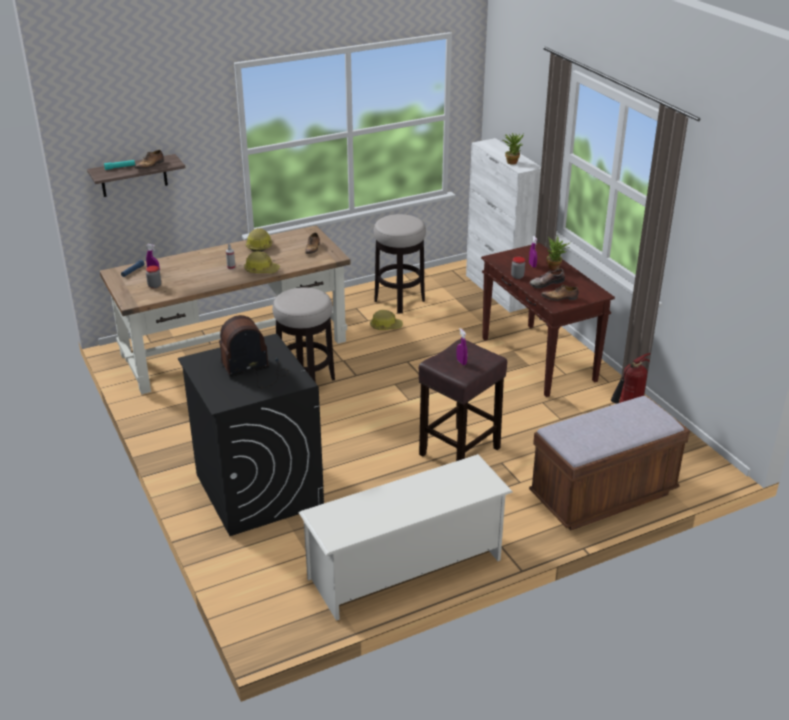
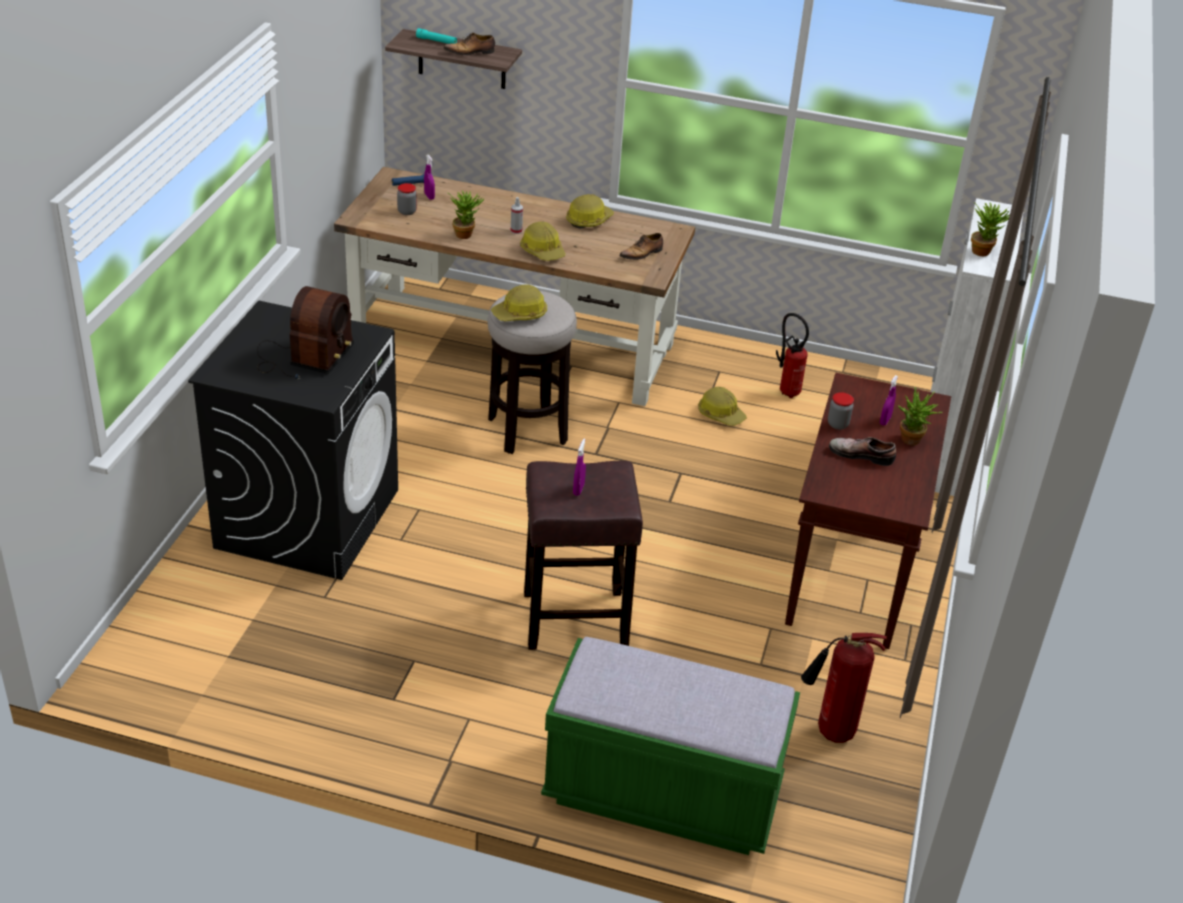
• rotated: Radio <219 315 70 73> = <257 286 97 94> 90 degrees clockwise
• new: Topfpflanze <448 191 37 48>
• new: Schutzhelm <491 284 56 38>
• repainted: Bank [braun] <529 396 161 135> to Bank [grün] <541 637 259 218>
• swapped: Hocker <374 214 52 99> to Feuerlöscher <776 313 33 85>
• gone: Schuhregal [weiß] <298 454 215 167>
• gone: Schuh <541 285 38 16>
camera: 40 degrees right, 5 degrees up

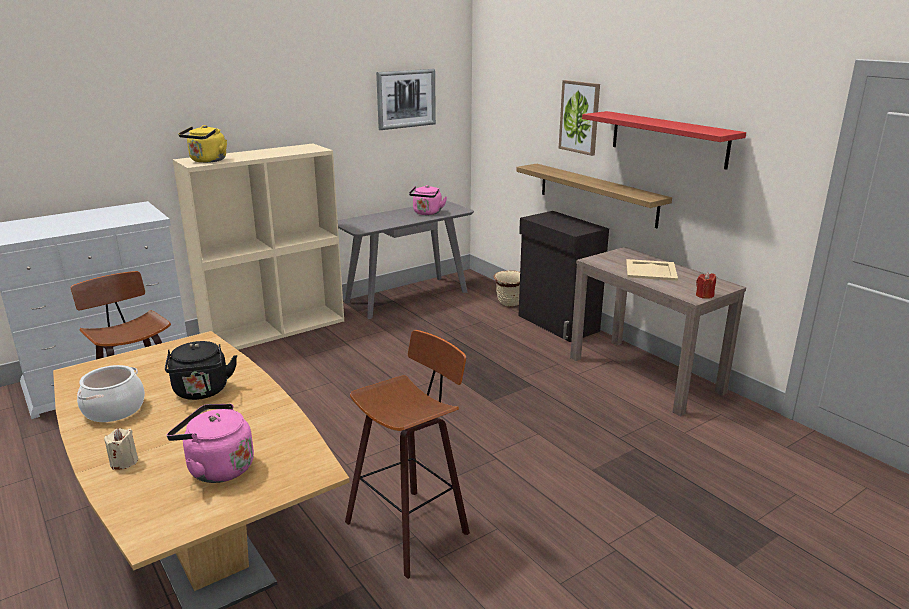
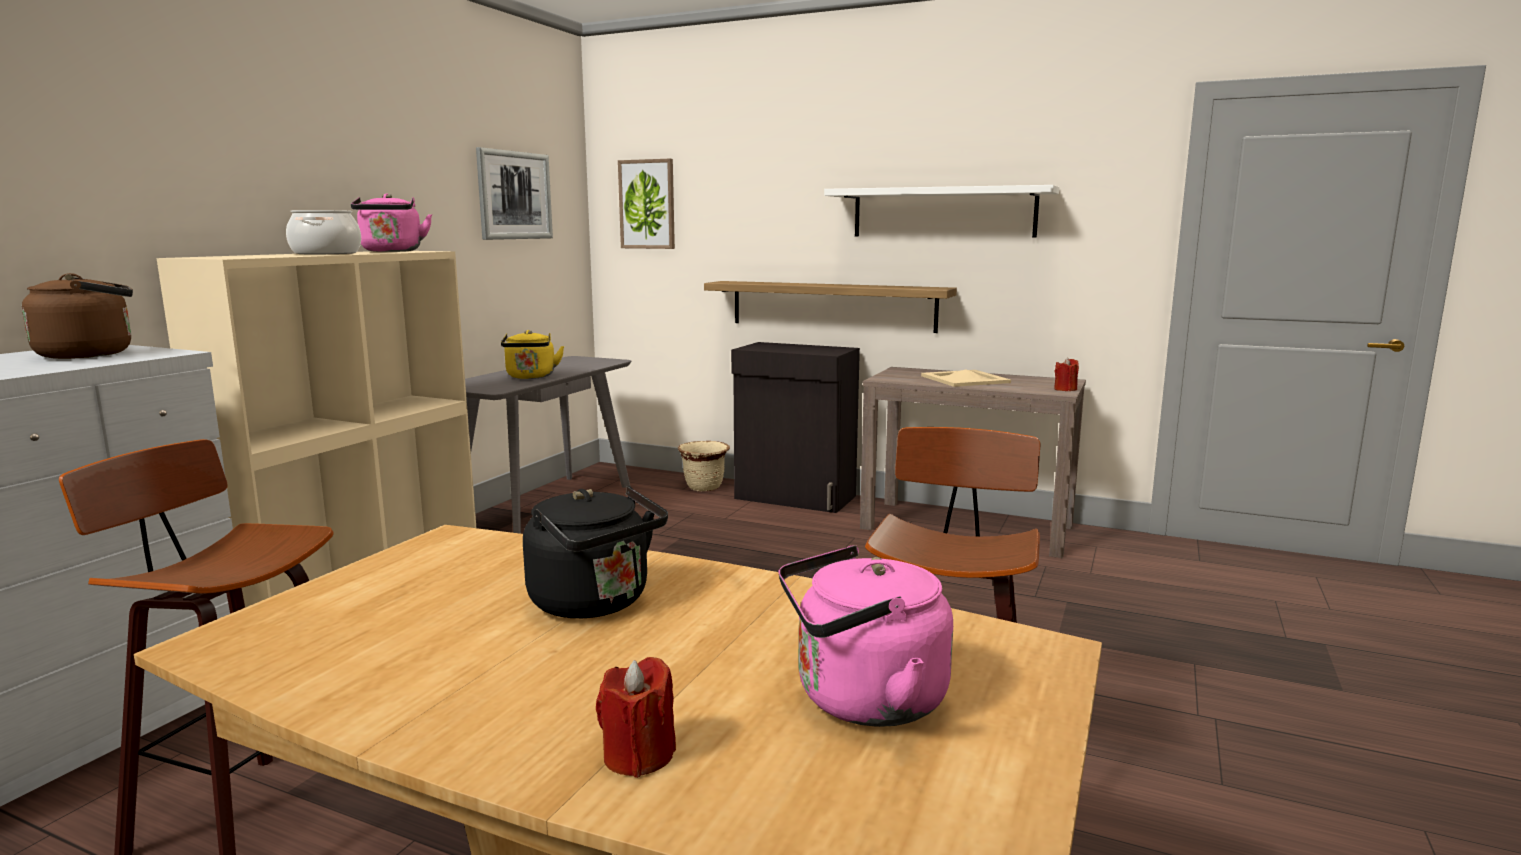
• new: Wasserkessel [braun] <22 273 111 86>
• shifted: Kochtopf <77 365 68 57> to <286 210 75 44>
• shifted: Wasserkessel [rosa] <409 185 38 30> to <351 193 81 59>
• shifted: Wasserkessel [gelb] <178 125 49 38> to <501 330 63 49>
• repainted: Kerze [beige] <104 428 34 42> to Kerze [rot] <596 657 80 121>
• shifted: Bild <559 80 41 76> to <618 159 57 90>
• repainted: Wandregal [rot] <582 111 164 59> to Wandregal [weiß] <824 185 235 53>
camera: 30 degrees left, 10 degrees down

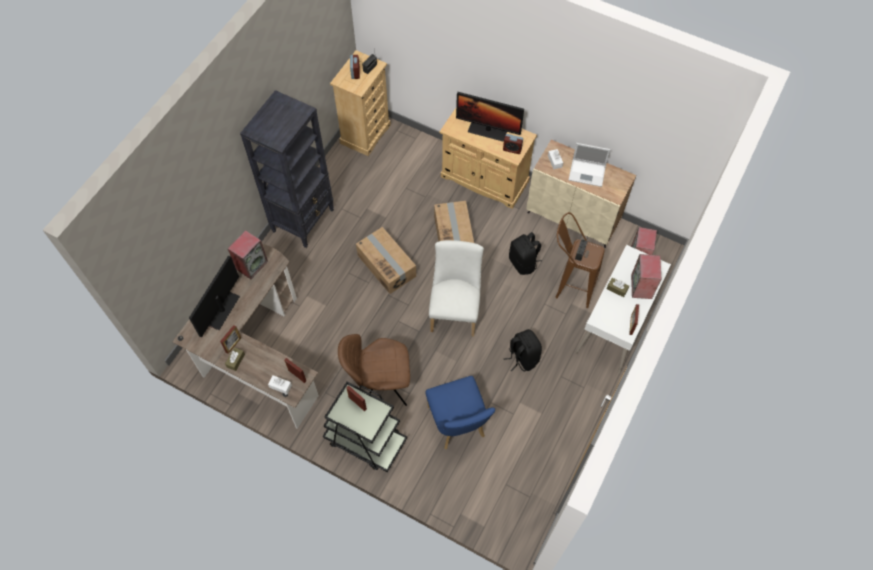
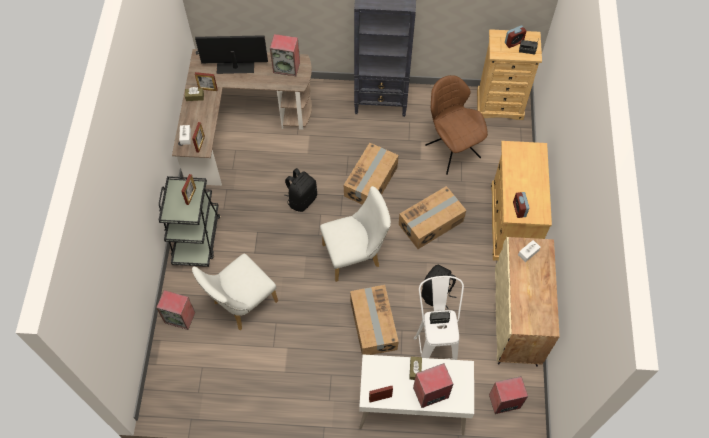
• new: Lautsprecher <156 290 39 40>
• repainted: Stuhl [blau] <425 376 70 73> to Stuhl [weiß] <192 253 86 78>
• shifted: Rucksack [schwarz] <504 329 38 43> to <284 168 33 44>
• new: Karton <350 285 49 70>
• repainted: Hocker [braun] <555 212 50 96> to Hocker [weiß] <414 276 50 84>
• shifted: Stuhl [braun] <338 334 72 72> to <425 75 63 100>
• gone: Monitor <456 92 68 50>
• gone: Laptop <569 143 41 44>
camera: 65 degrees right, 0 degrees up

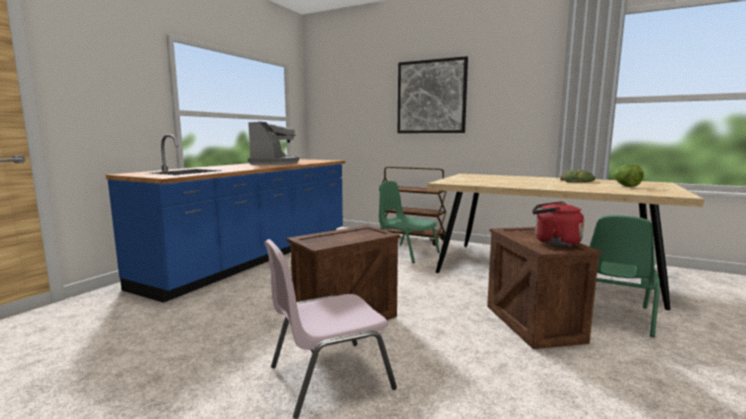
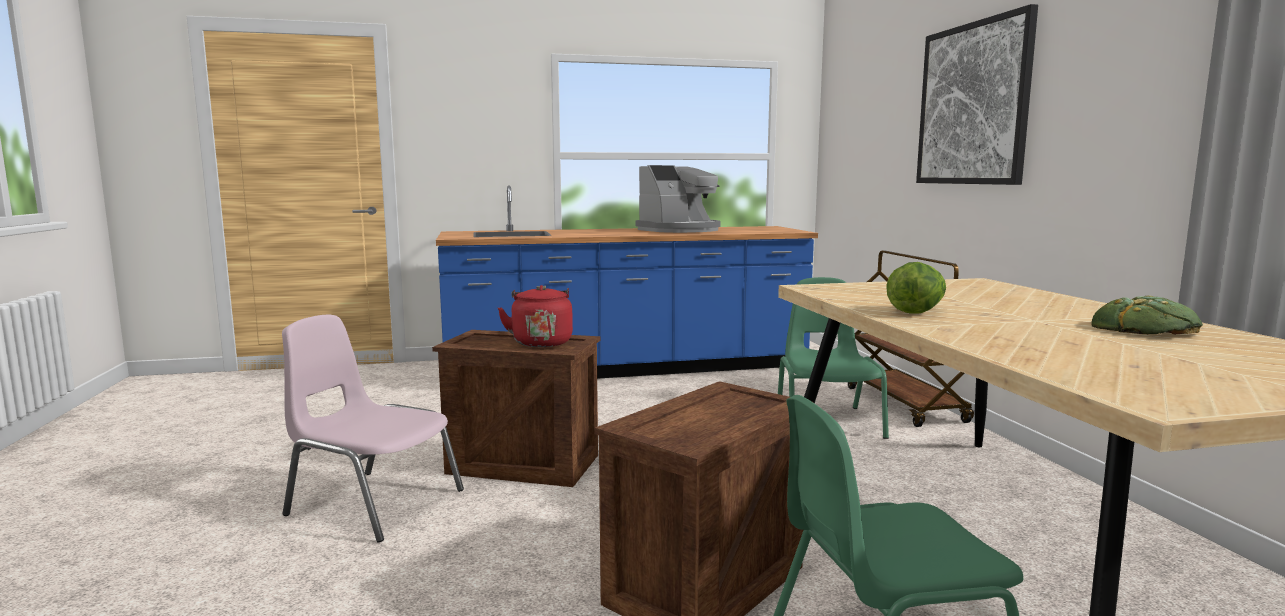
• shifted: Wasserkessel [rot] <532 201 52 46> to <498 285 75 62>
• shifted: Salatkopf <612 164 32 23> to <886 262 60 51>
camera: 50 degrees right, 0 degrees up

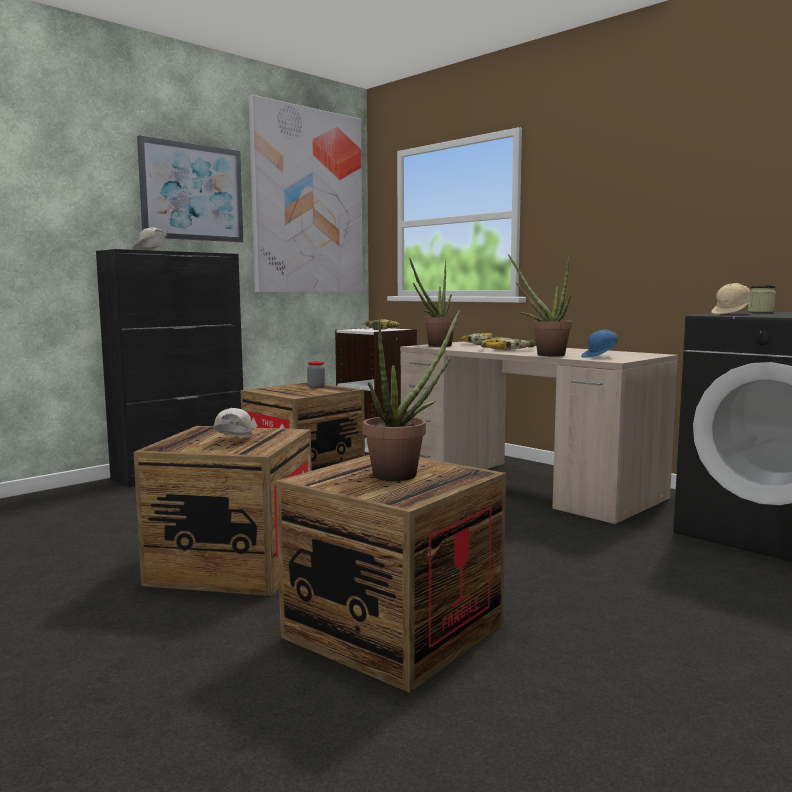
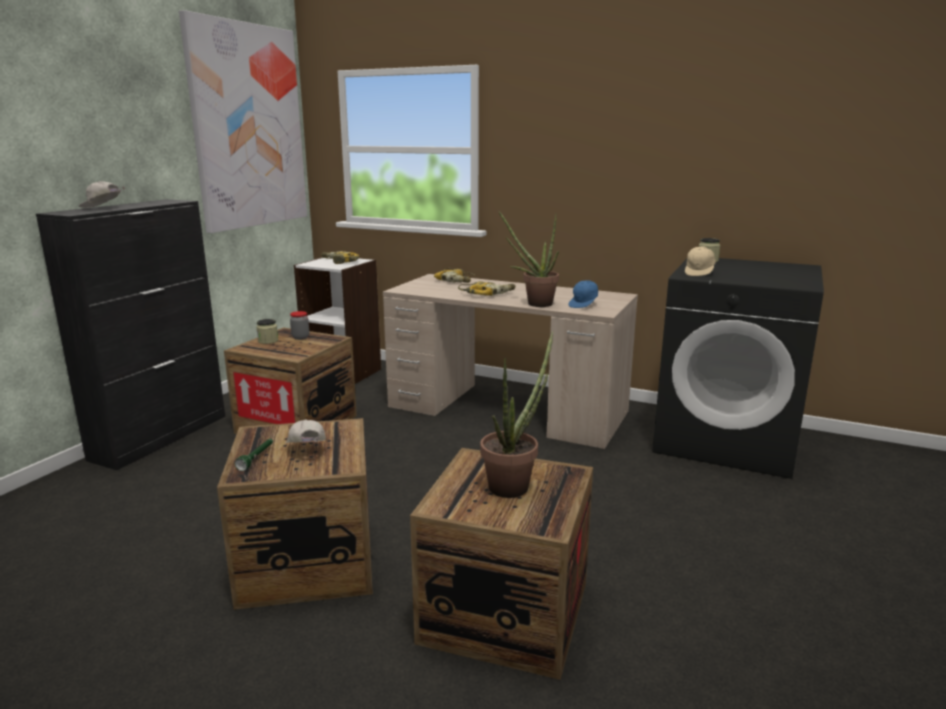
• new: Taschenlampe [grün] <235 439 38 32>
• new: Vorratsglas <256 319 22 25>
• gone: Bild <137 135 106 107>
• gone: Topfpflanze <409 257 46 90>
camera: 20 degrees left, 10 degrees up

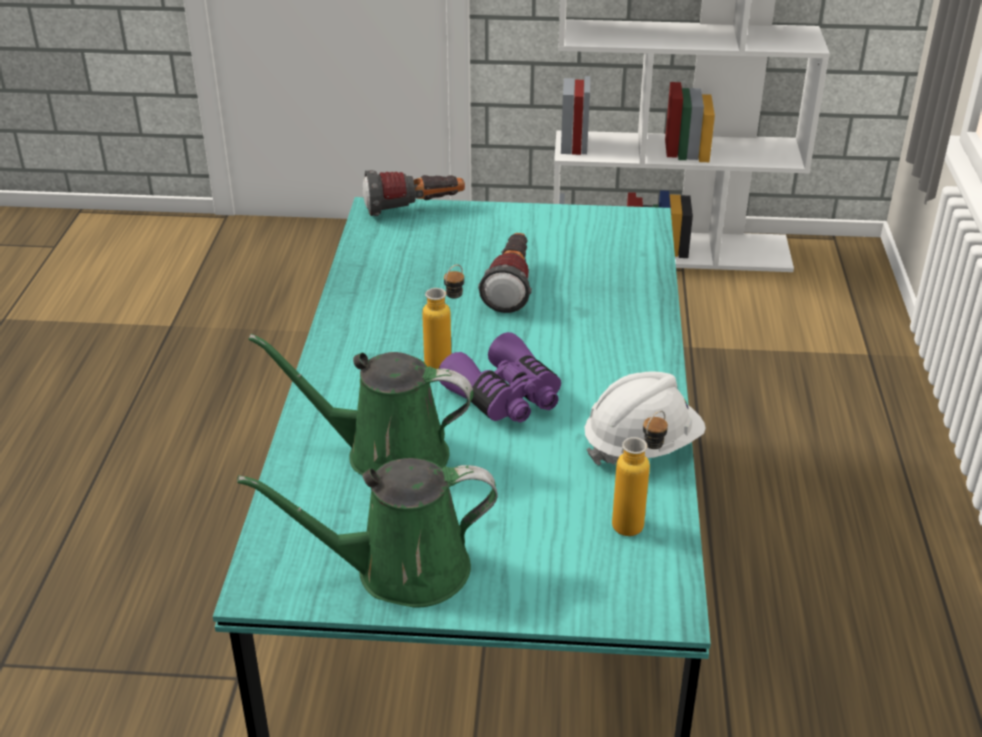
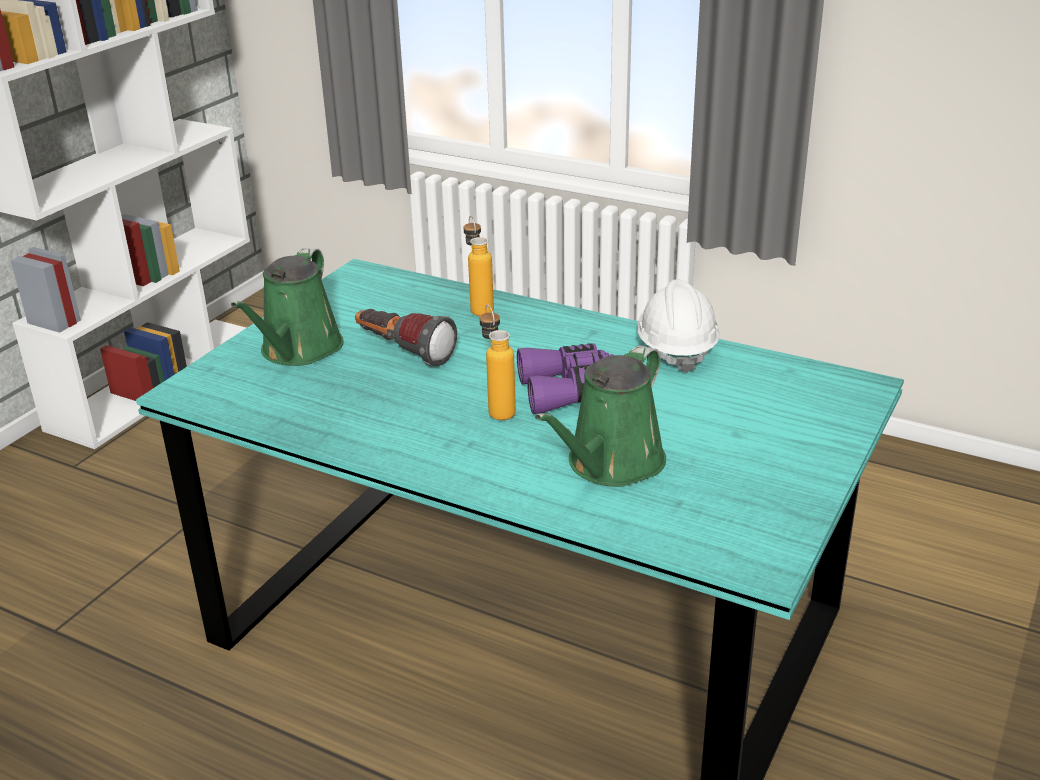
• shifted: Gießkanne [grün] <237 458 260 150> to <231 248 113 118>
• shifted: Flasche <612 411 56 125> to <463 215 31 101>
• gone: Taschenlampe <363 170 102 46>
camera: 65 degrees left, 5 degrees down

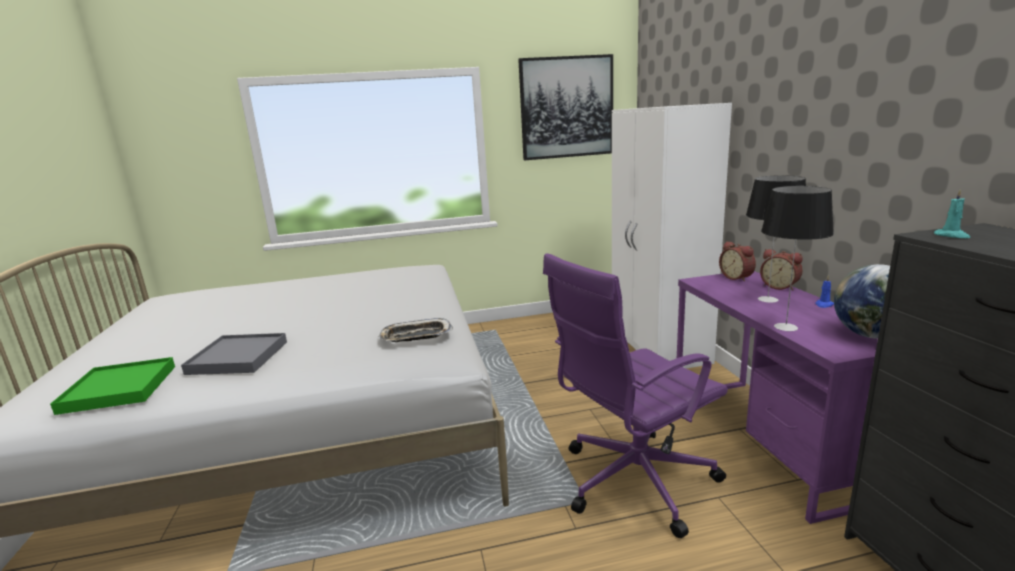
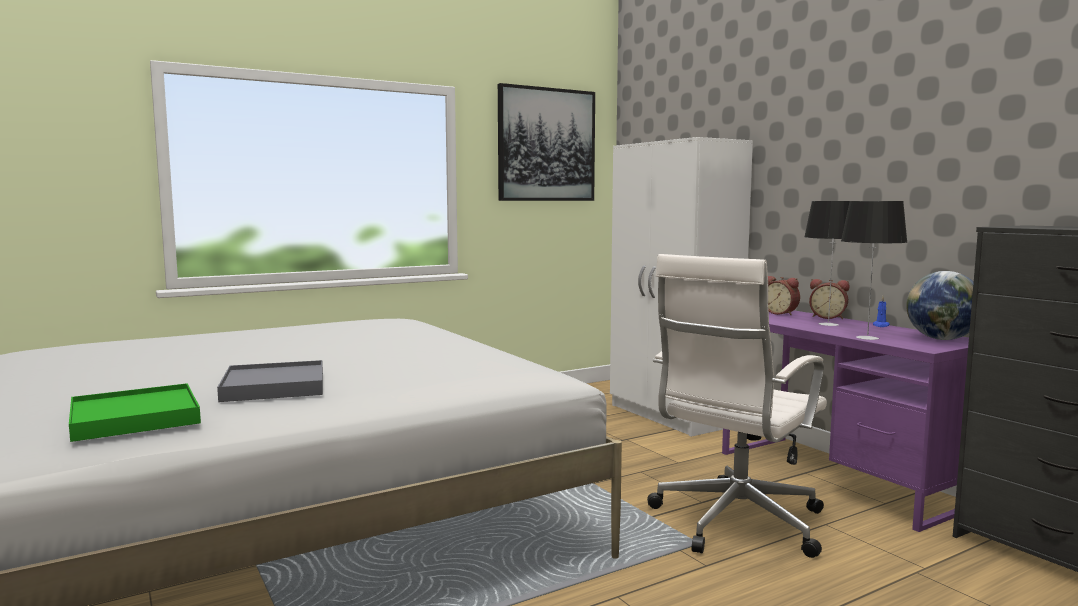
• repainted: Bürostuhl [lila] <543 253 185 285> to Bürostuhl [weiß] <647 254 180 304>
• gone: Tablett <379 318 74 24>
• gone: Kerze [türkis] <934 189 36 49>
camera: 20 degrees left, 10 degrees down

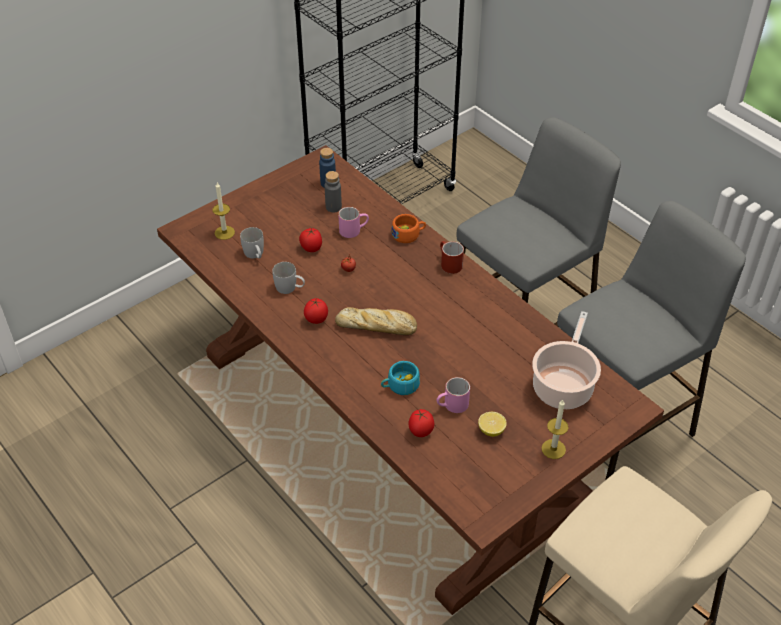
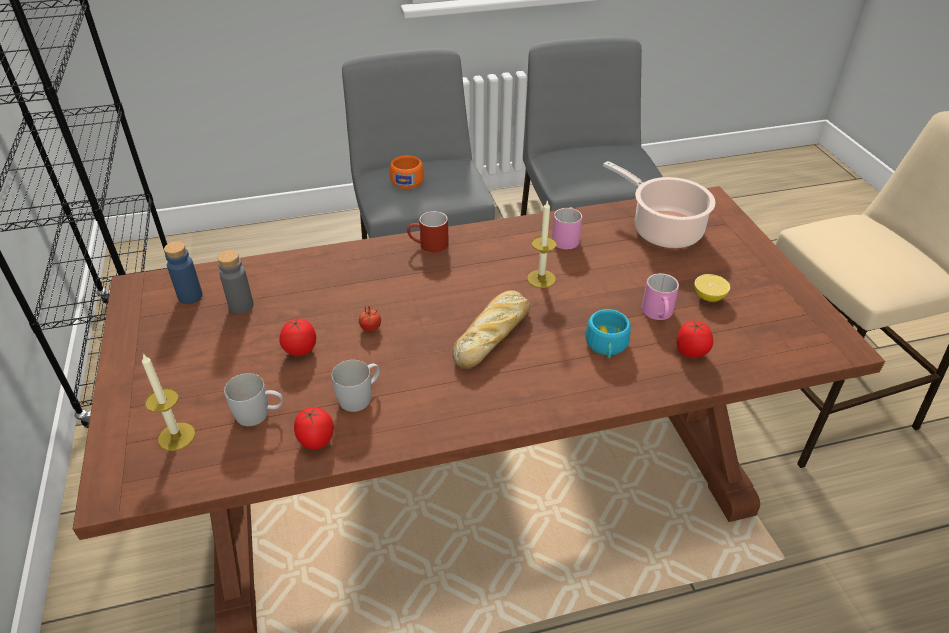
• shifted: Tomate <304 297 24 27> to <294 407 40 43>
• shifted: Tasse [orange] <391 214 35 29> to <390 155 34 34>
• shifted: Kerze <541 400 28 59> to <527 200 30 88>
• shifted: Henkelbecher [rosa] <338 207 31 31> to <552 207 30 42>
camera: 65 degrees left, 5 degrees down

